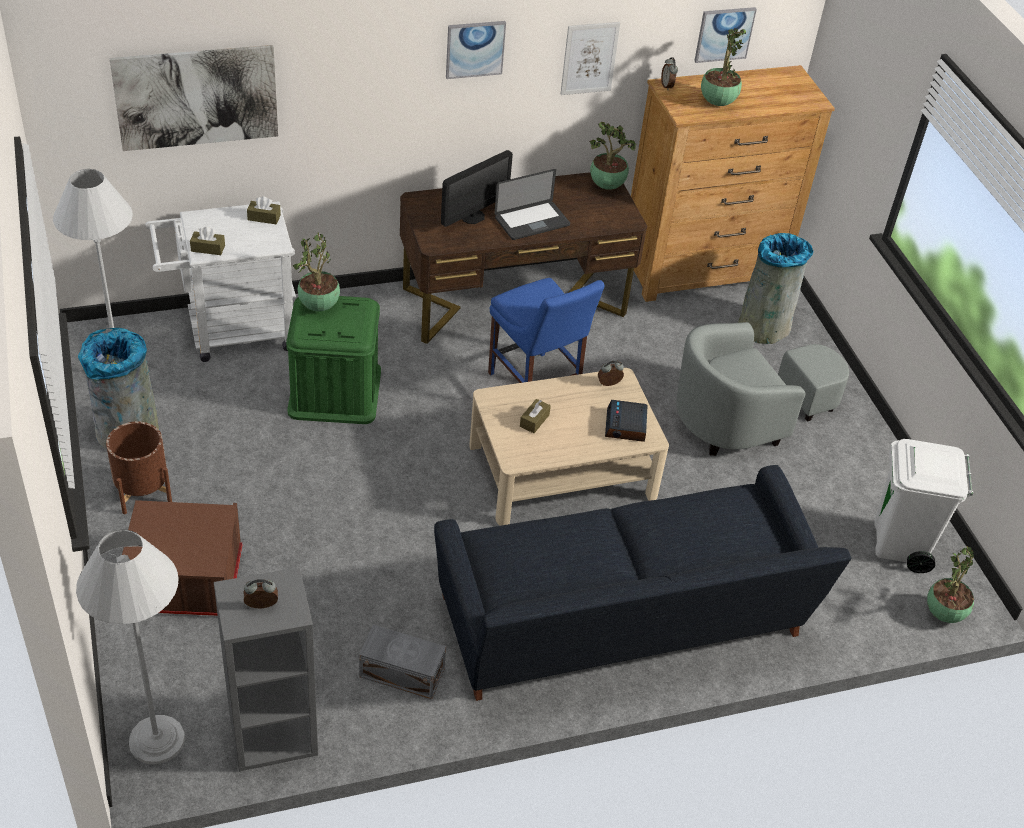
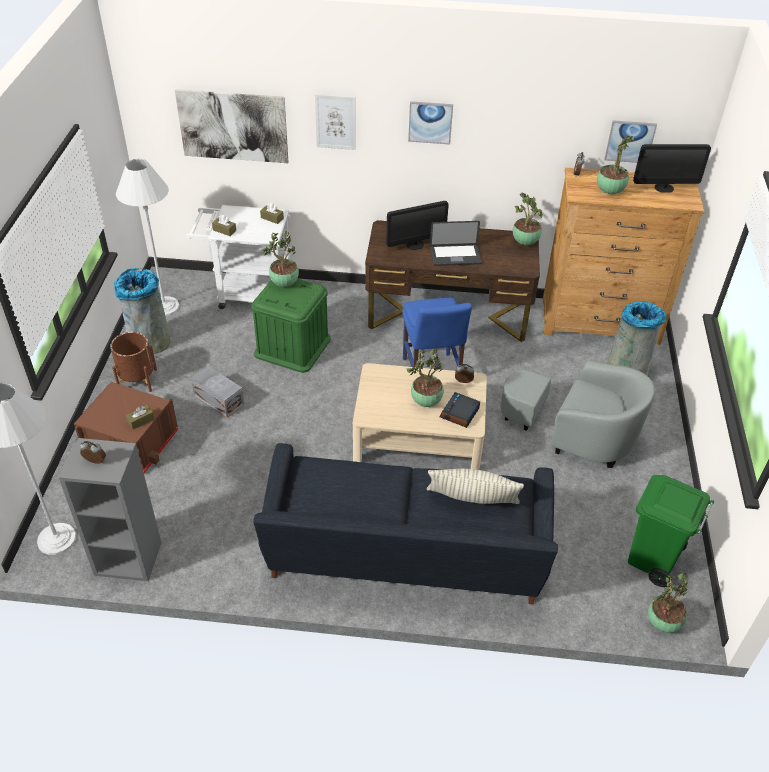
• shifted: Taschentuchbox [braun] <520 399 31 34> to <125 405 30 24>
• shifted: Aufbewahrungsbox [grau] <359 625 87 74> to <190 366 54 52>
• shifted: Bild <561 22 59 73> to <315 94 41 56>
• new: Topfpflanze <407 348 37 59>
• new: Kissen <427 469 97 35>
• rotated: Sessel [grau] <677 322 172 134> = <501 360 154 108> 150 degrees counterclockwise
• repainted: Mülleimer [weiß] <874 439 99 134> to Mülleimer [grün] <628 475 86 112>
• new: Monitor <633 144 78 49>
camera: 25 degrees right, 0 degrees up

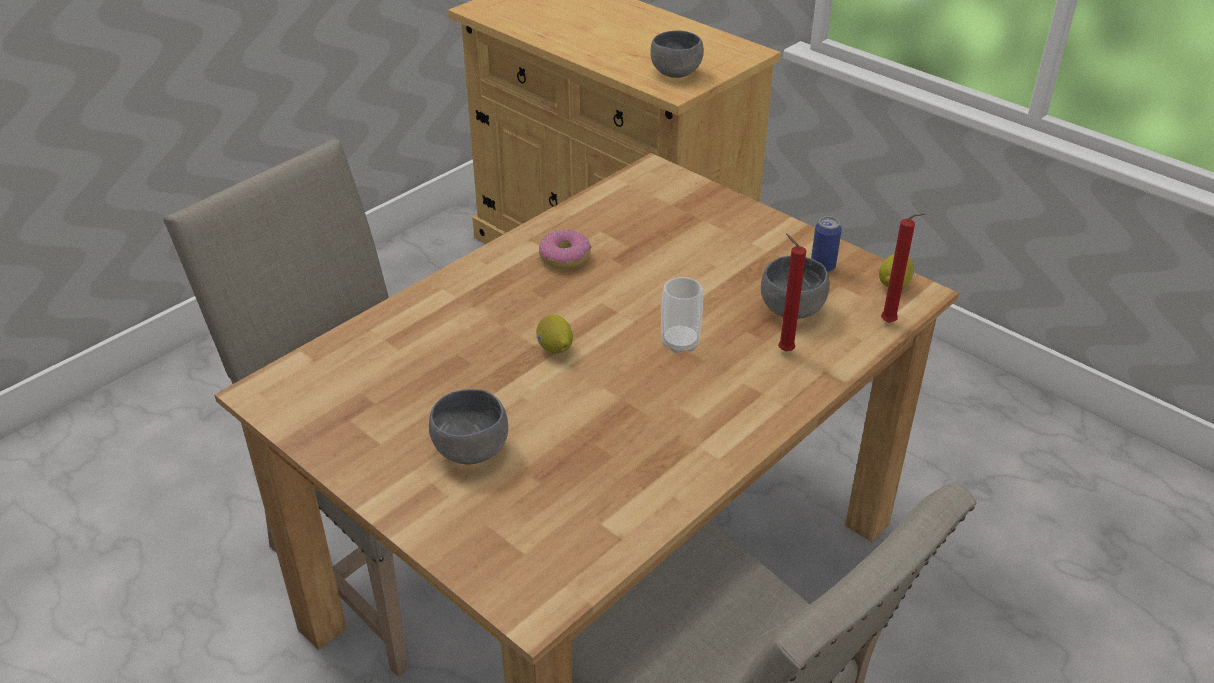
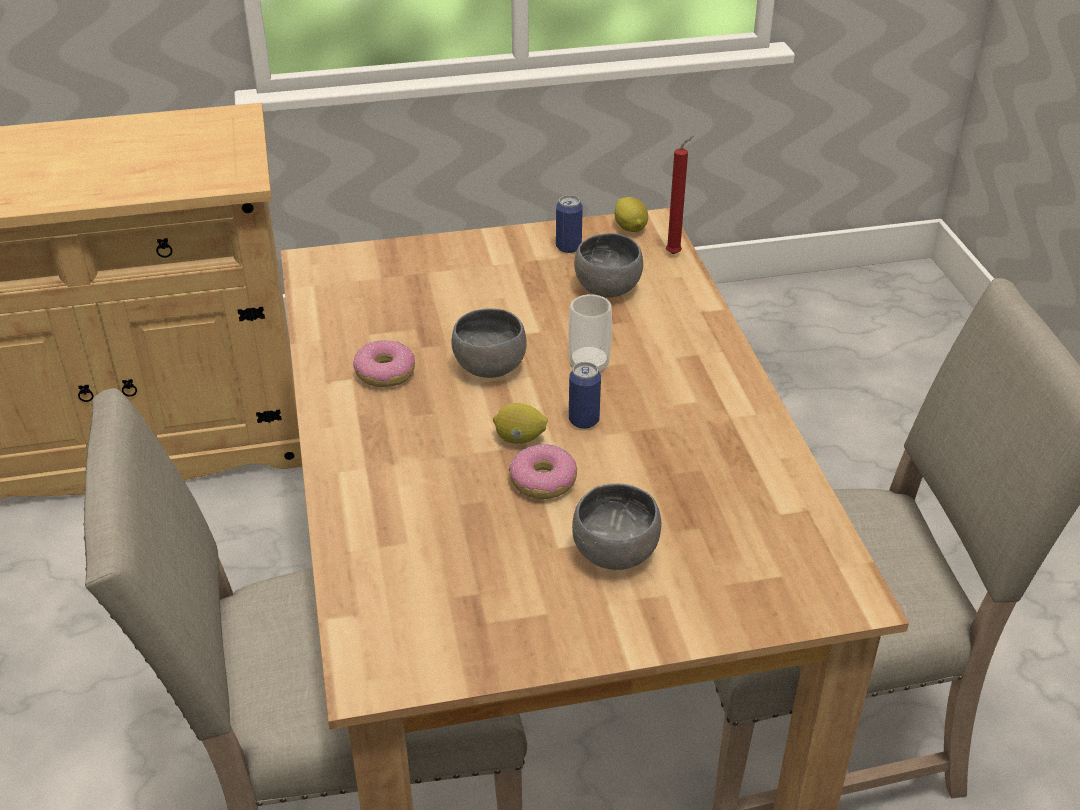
• shifted: Schüssel [grau] <650 31 54 47> to <451 308 75 70>
• new: Donut <509 444 68 55>
• new: Dose <569 362 32 67>
• gone: Kerze [rot] <778 234 28 117>
camera: 55 degrees left, 0 degrees up

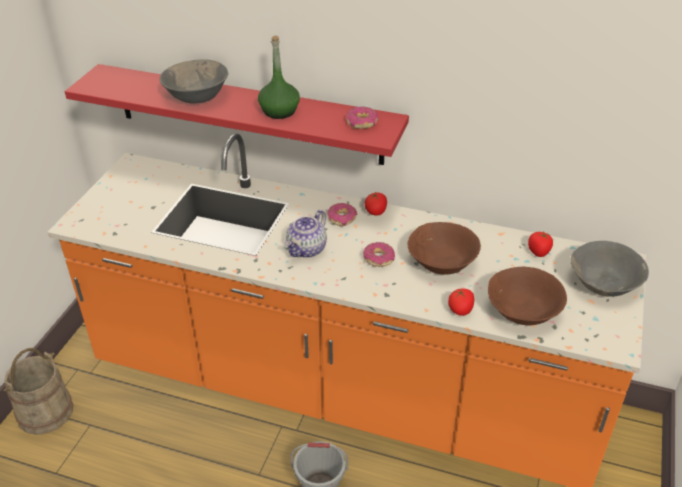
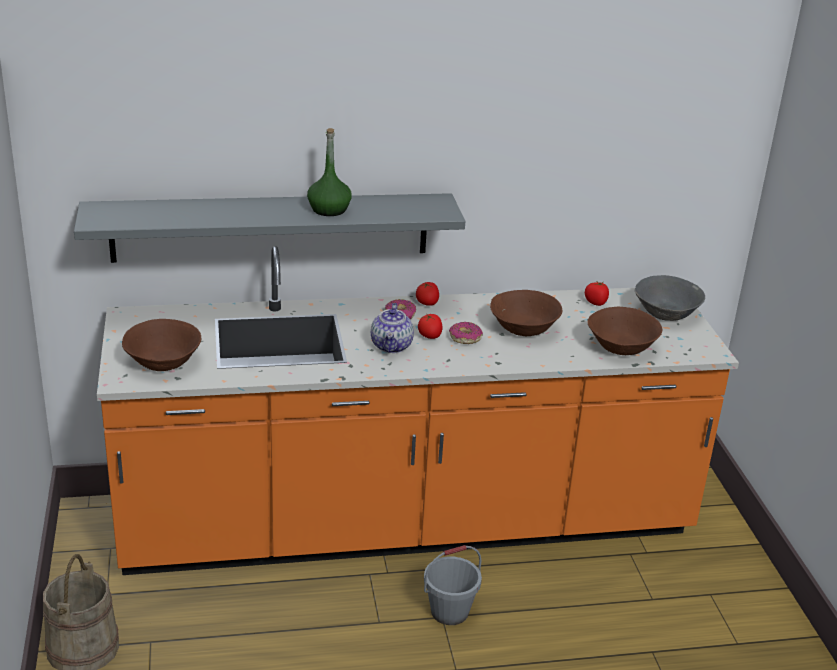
• repainted: Wandregal [rot] <65 64 344 101> to Wandregal [grau] <74 193 391 70>
• new: Schüssel [braun] <122 319 79 52>
• shifted: Tomate <448 288 26 28> to <418 314 25 25>
• gone: Schüssel [grau] <160 59 68 45>
• gone: Donut <346 106 33 23>
camera: 30 degrees left, 10 degrees down

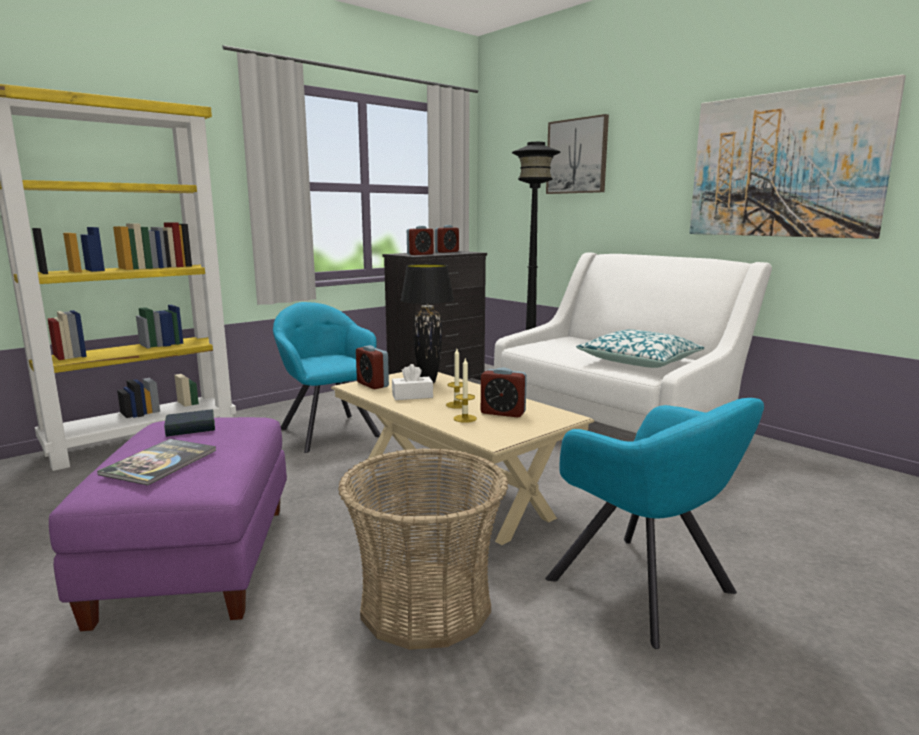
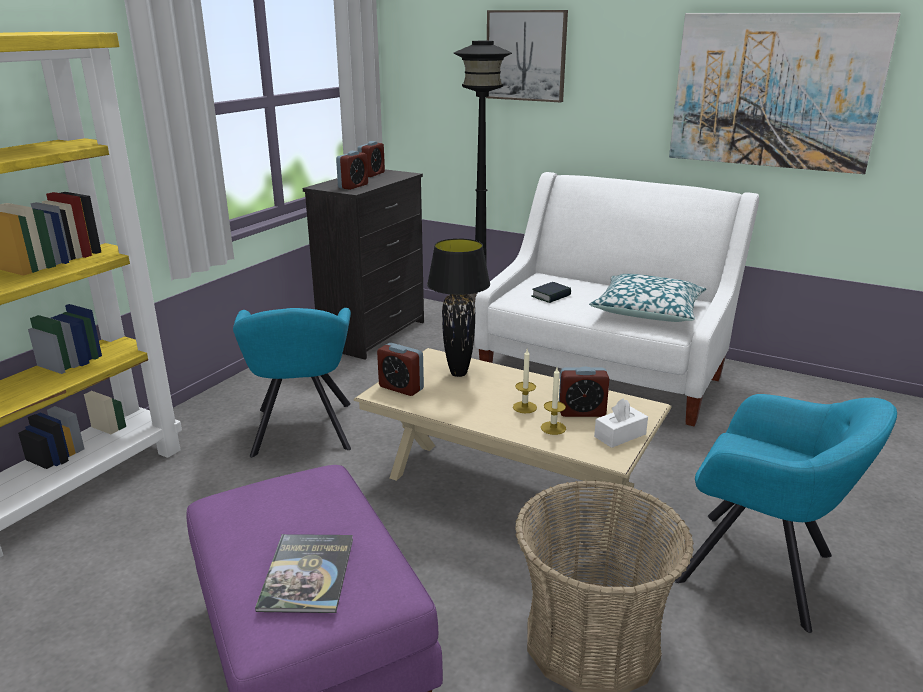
• rotated: Sessel [türkis] <273 302 107 151> = <233 308 118 149> 135 degrees counterclockwise
• shifted: Buch <164 409 51 28> to <532 282 39 21>
• shifted: Taschentuchbox [weiß] <392 364 41 36> to <594 398 54 50>
camera: 20 degrees left, 10 degrees up

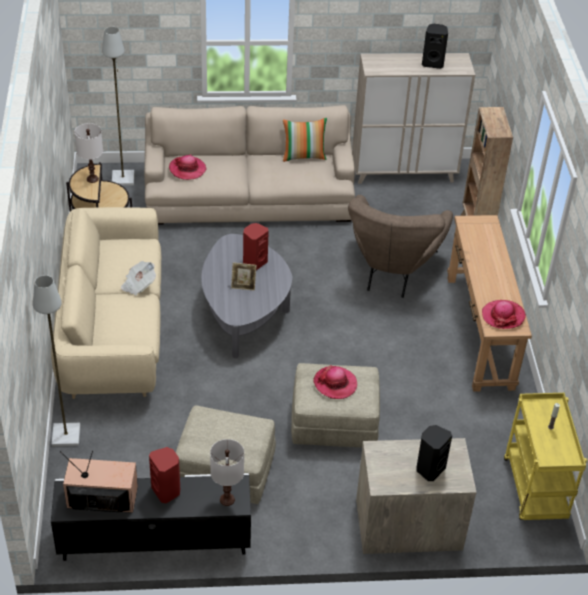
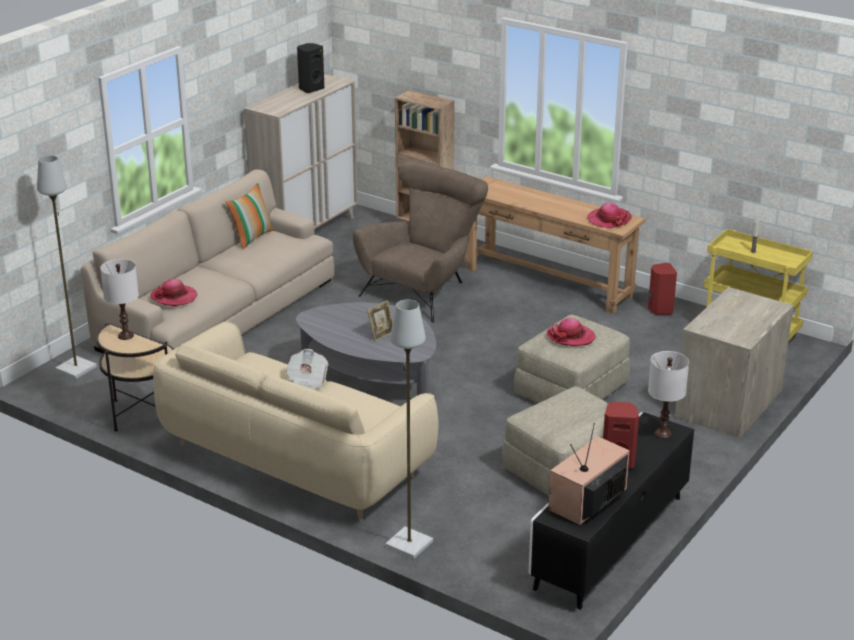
• rotated: Sessel [braun] <348 195 105 103> = <353 161 135 162> 105 degrees counterclockwise
• shifted: Lautsprecher [rot] <243 223 26 47> to <648 263 29 52>
• gone: Lautsprecher [schwarz] <417 425 35 56>
camera: 50 degrees left, 15 degrees down

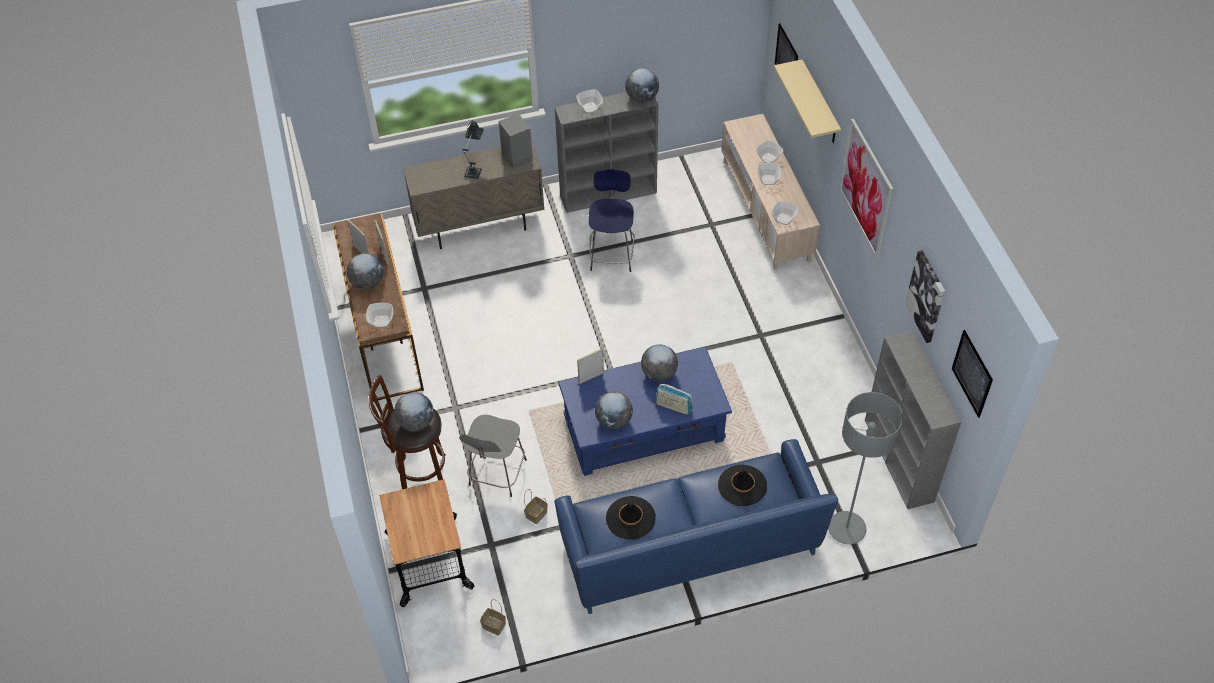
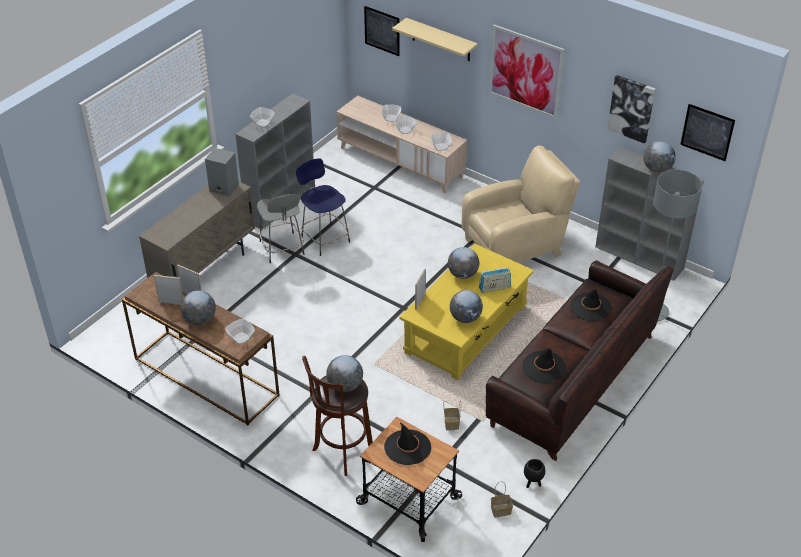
• shifted: Hocker [grau] <459 415 68 82> to <257 194 47 69>
• new: Hut [schwarz] <384 422 47 43>
• repainted: Couchtisch [blau] <558 347 174 129> to Couchtisch [gelb] <400 243 134 137>
• new: Sessel [beige] <462 145 118 118>
• repainted: Sofa [blau] <554 439 284 175> to Sofa [braun] <486 260 188 201>
• new: Pflanzkübel [schwarz] <524 459 21 29>
• shifted: Globus <625 68 34 35> to <644 141 32 32>
• gone: Tischlampe <463 121 21 58>
camera: 40 degrees left, 10 degrees down

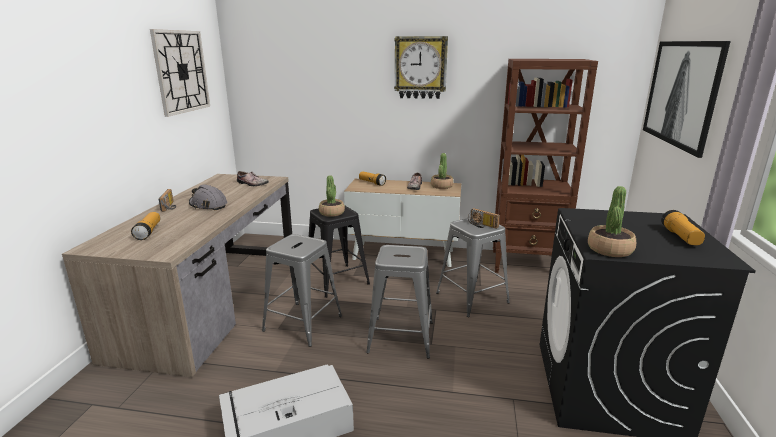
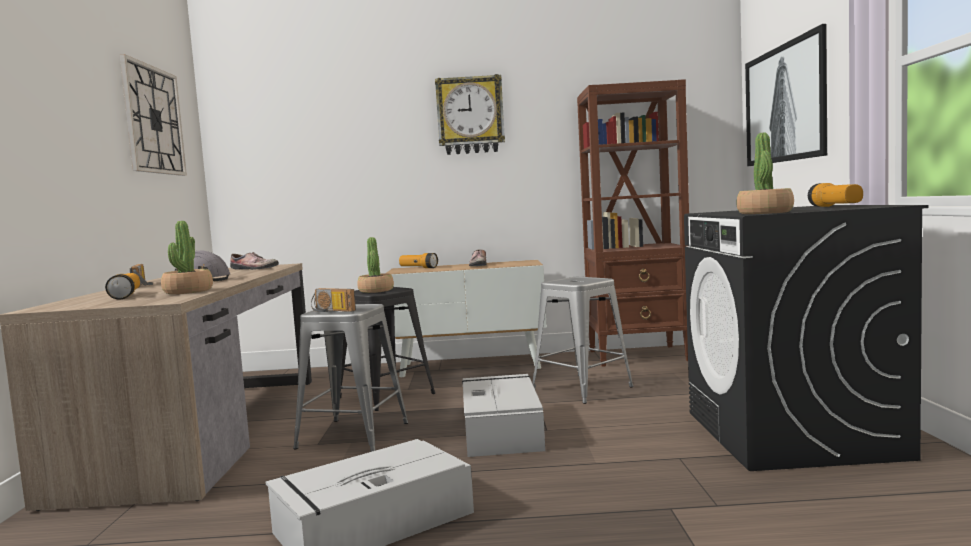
• shifted: Topfpflanze <431 153 23 36> to <161 221 52 73>
• shifted: Radio <468 208 32 21> to <311 288 45 24>
• swapped: Hocker [grau] <366 245 67 113> to Aufbewahrungsbox [grau] <462 374 83 83>
camera: 10 degrees left, 15 degrees down

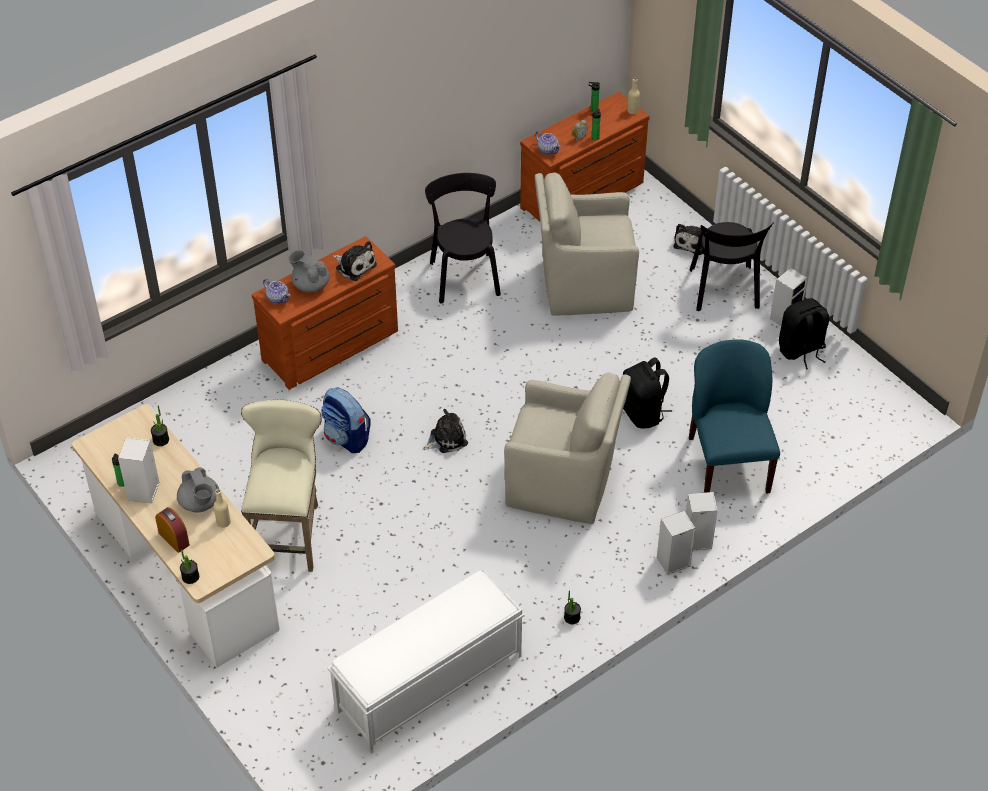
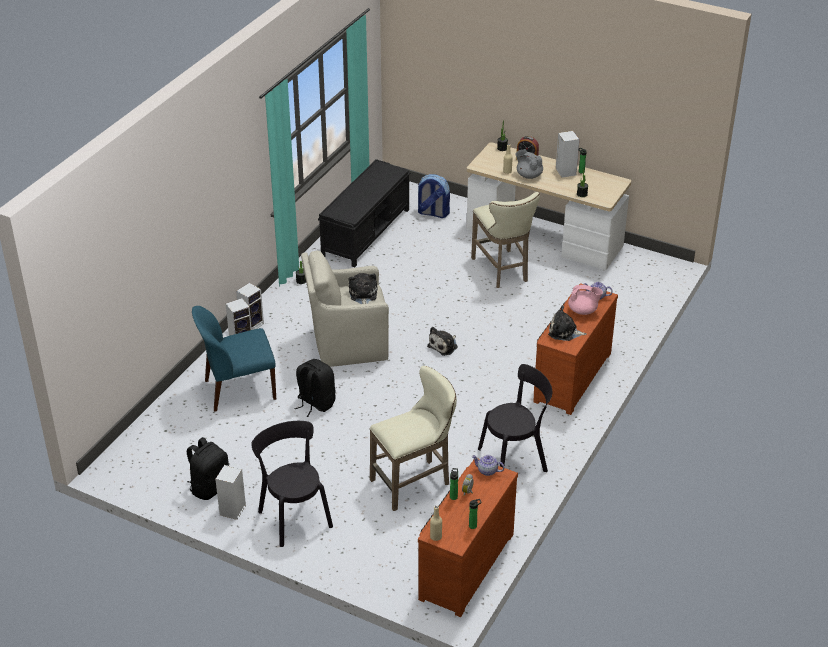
• rotated: Stuhl [blau] <689 339 91 155> = <192 306 84 106> 105 degrees clockwise
• repainted: Bank [weiß] <328 571 197 182> to Bank [schwarz] <318 159 92 108>
• shifted: Plüschtier <673 224 30 31> to <349 273 28 31>
• swapped: Sessel [beige] <535 173 104 143> to Hocker [beige] <370 366 87 145>
• shifted: Rucksack <321 387 50 66> to <418 174 32 44>
• rotated: Stuhl [schwarz] <425 173 76 130> = <478 364 74 108> 75 degrees counterclockwise
• repainted: Teekanne [grau] <288 250 42 43> to Teekanne [rosa] <568 285 35 30>
camera: 155 degrees right, 10 degrees down

